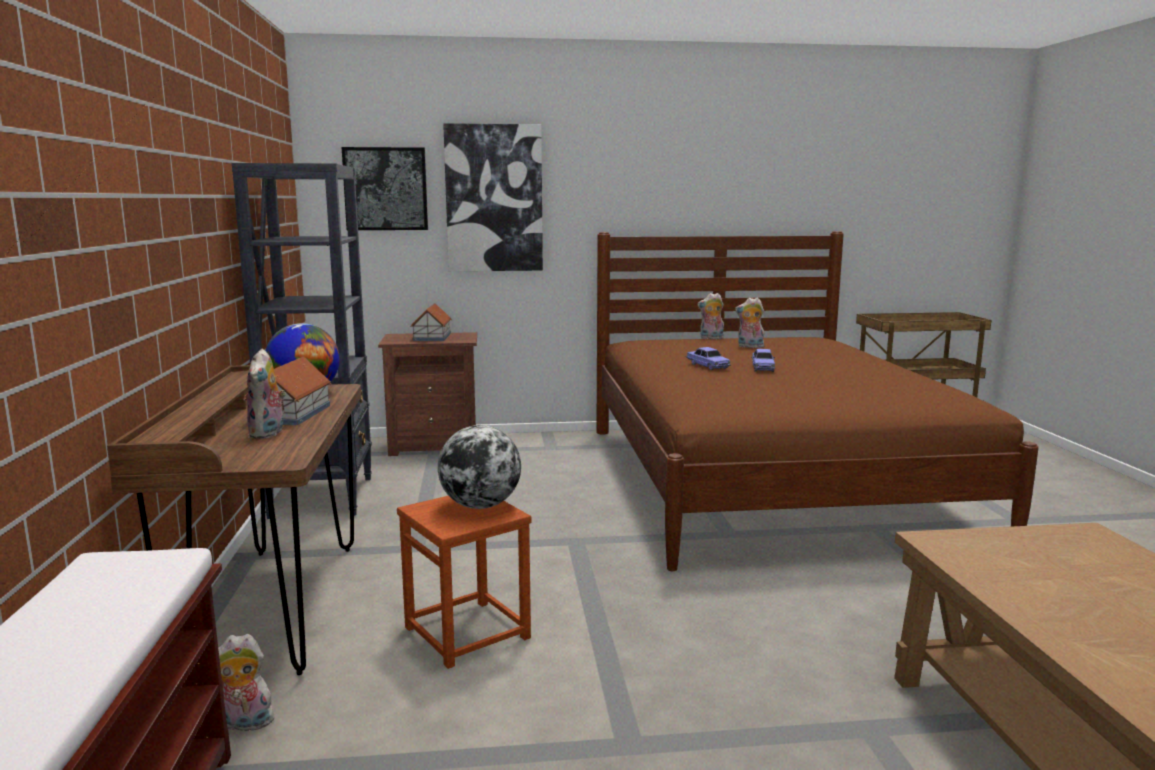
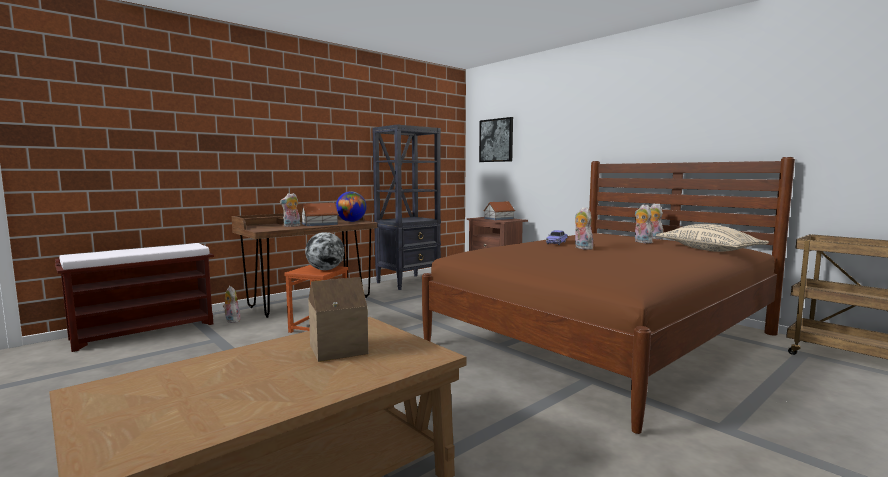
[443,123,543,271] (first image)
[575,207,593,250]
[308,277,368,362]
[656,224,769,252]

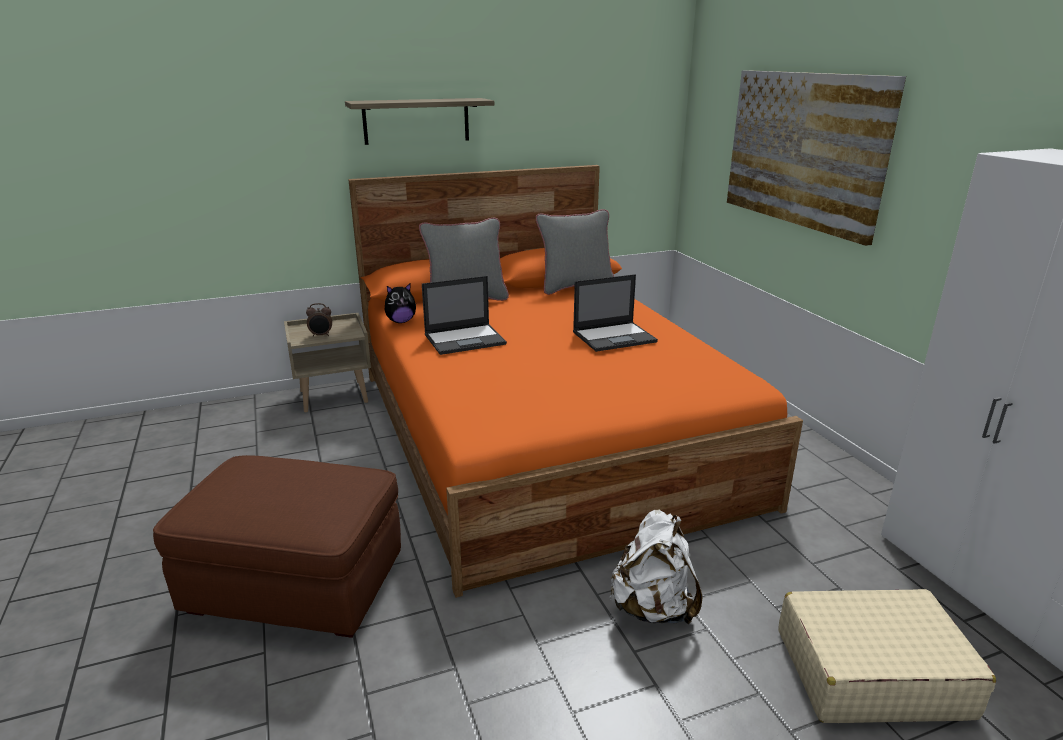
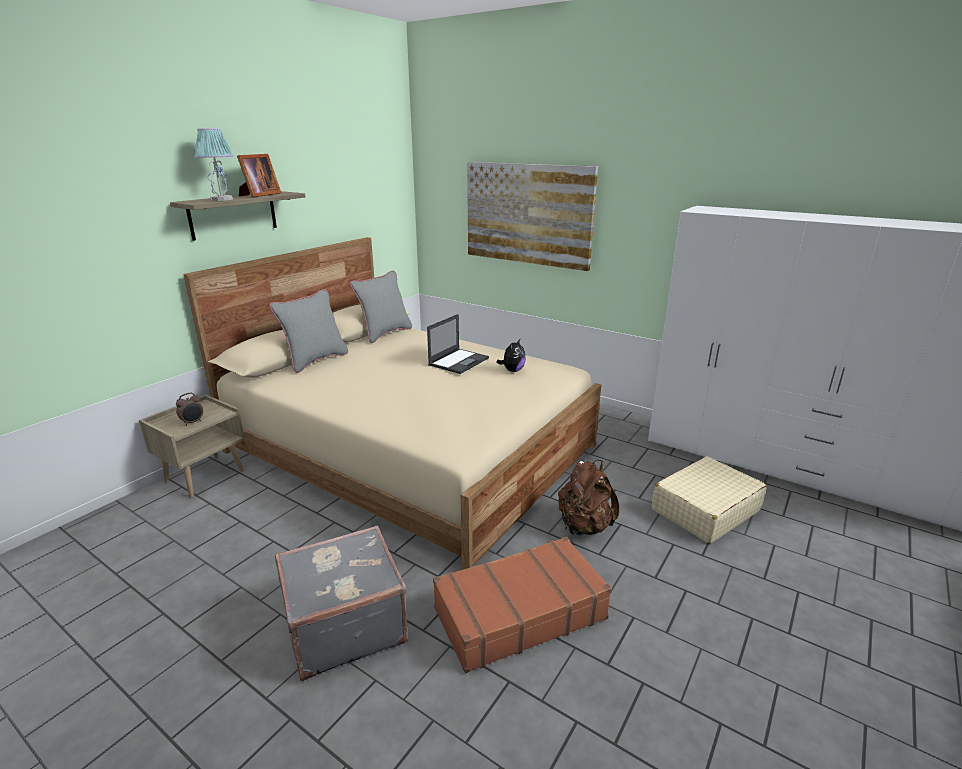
[275,525,408,681]
[183,237,601,570]
[497,339,526,372]
[422,276,507,355] (first image)
[558,460,619,535]
[194,128,233,201]
[237,154,281,197]
[433,537,612,673]

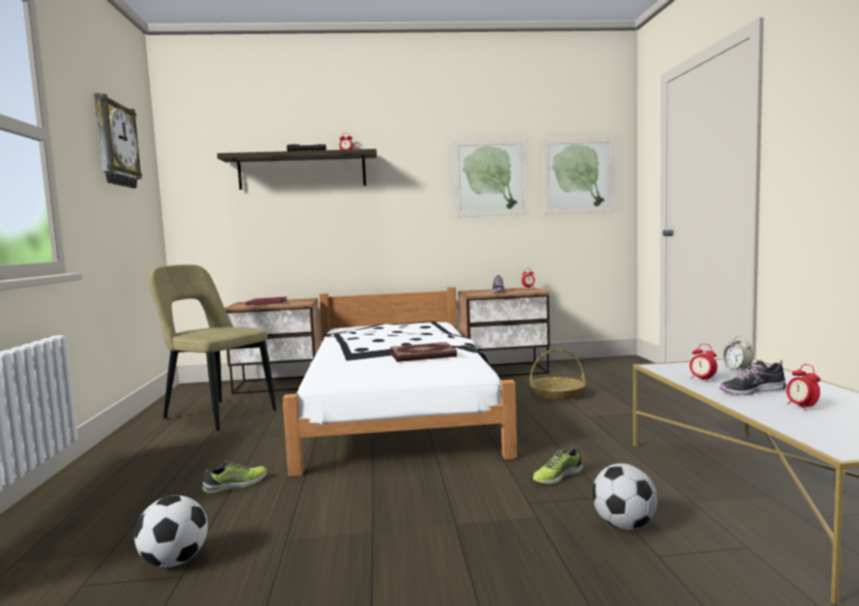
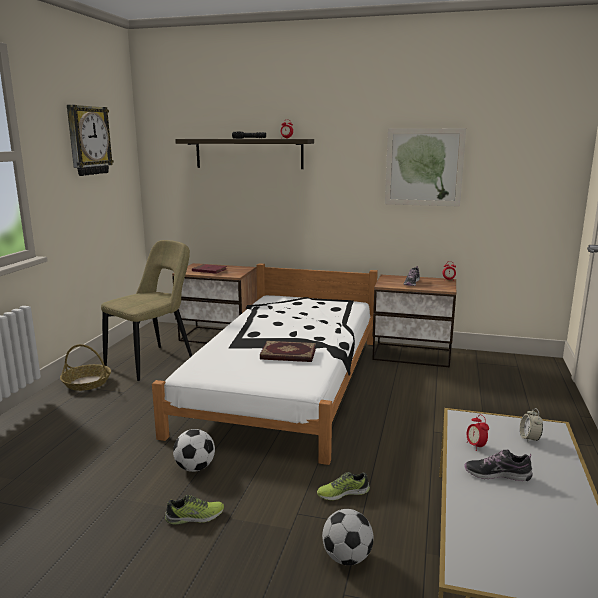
[173,429,215,472]
[101,240,192,381]
[165,495,224,525]
[60,344,111,391]
[542,137,616,215] (first image)
[786,364,820,411] (first image)

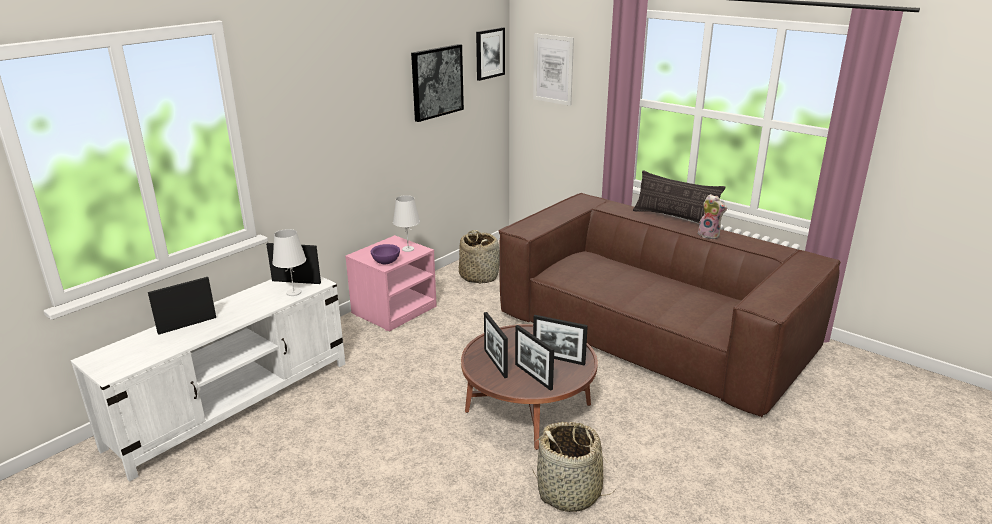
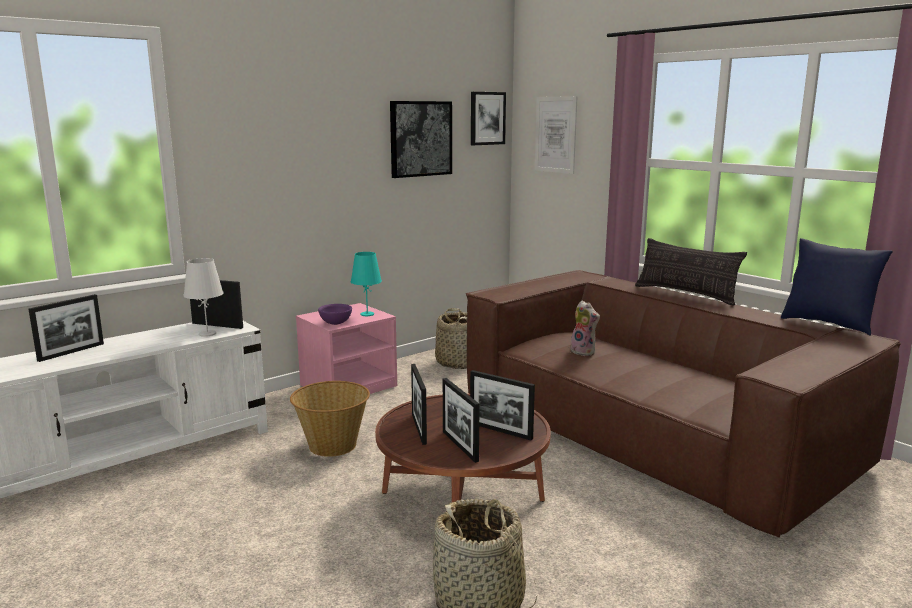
[29,294,104,362]
[351,252,382,316]
[570,301,600,356]
[290,381,370,457]
[781,238,893,335]

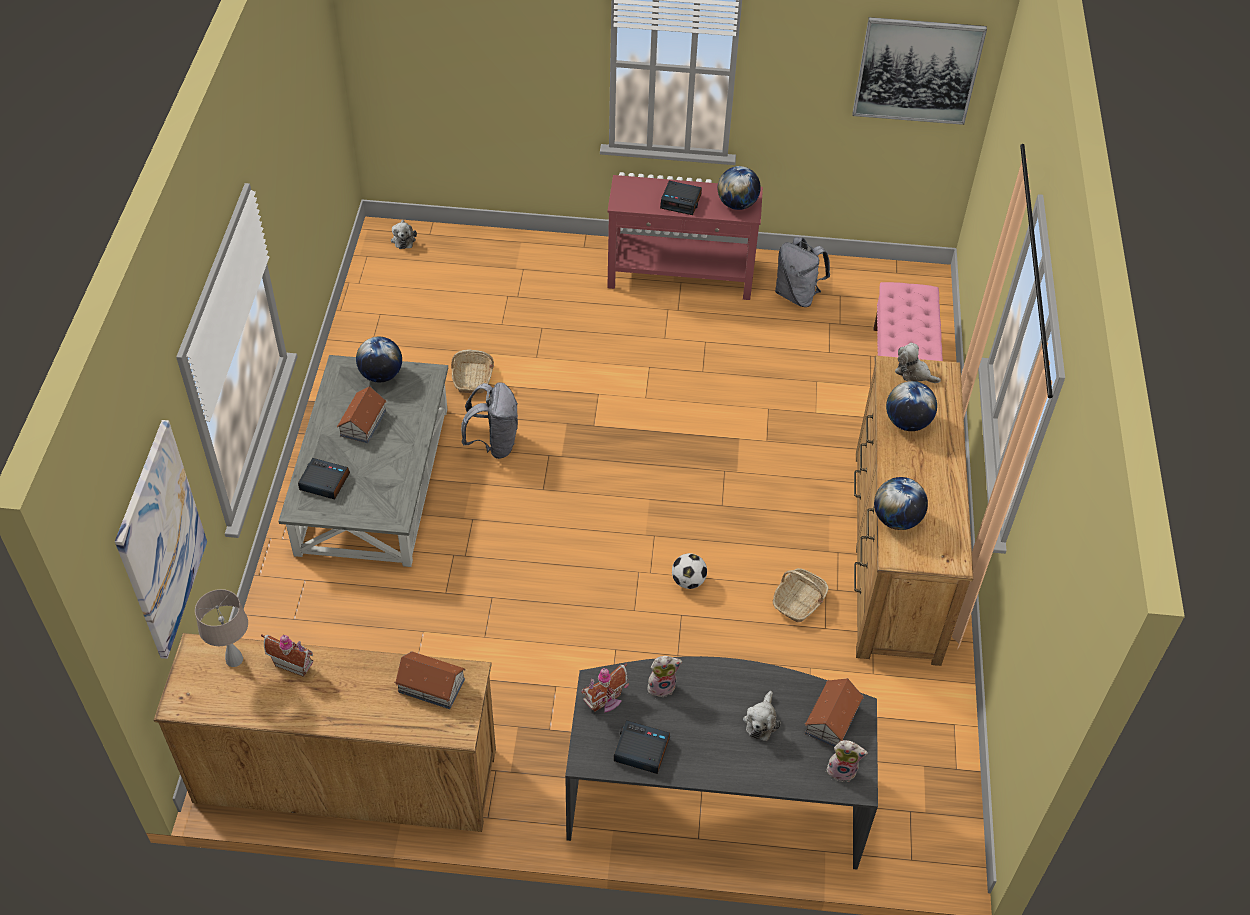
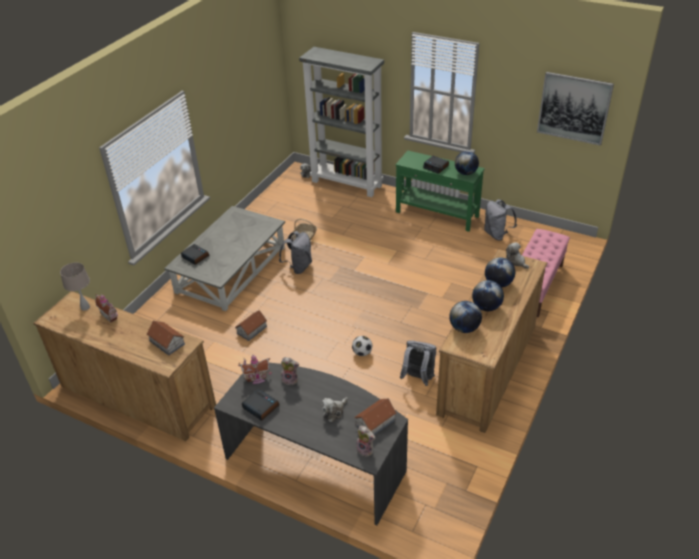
[115,420,207,659] (first image)
[235,310,267,341]
[472,280,504,311]
[395,151,485,232]
[400,340,437,386]
[299,47,384,197]

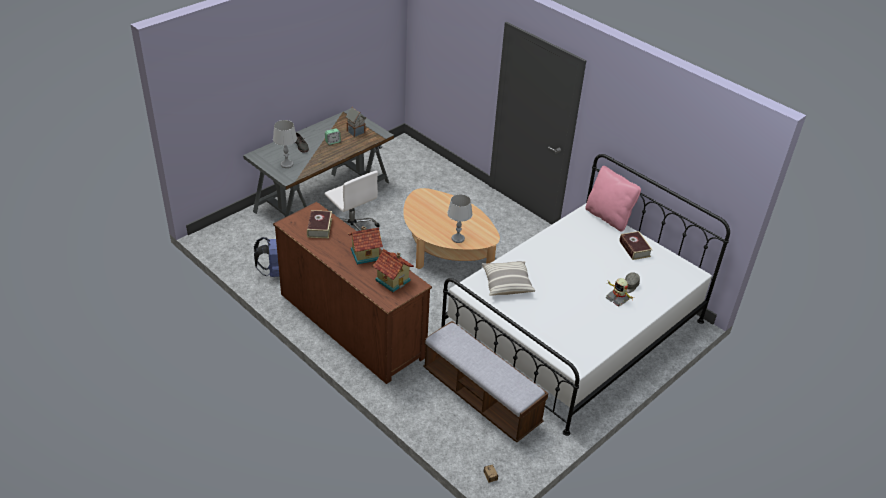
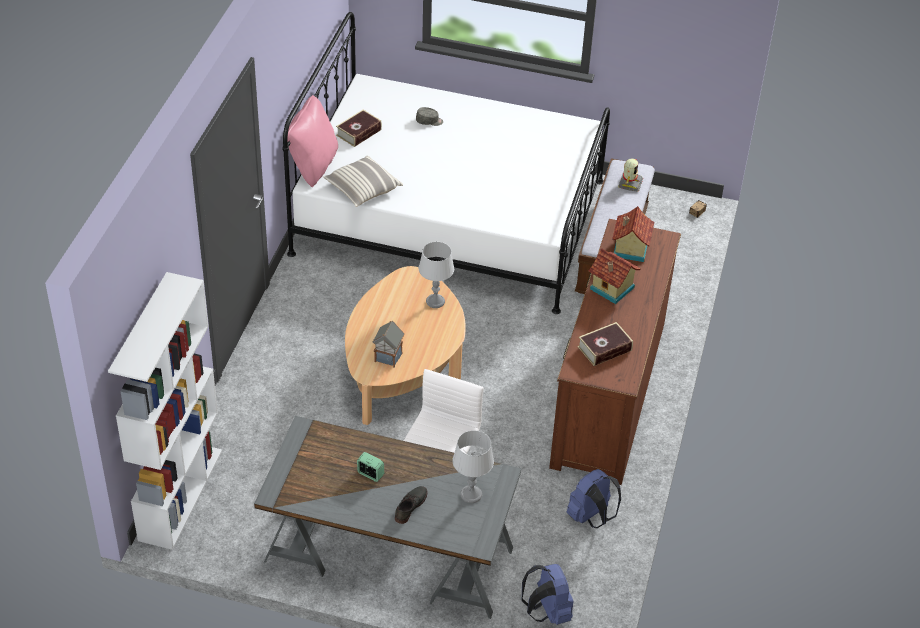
[373,321,404,368]
[323,155,403,207]
[618,159,643,191]
[108,272,222,550]
[522,564,573,625]

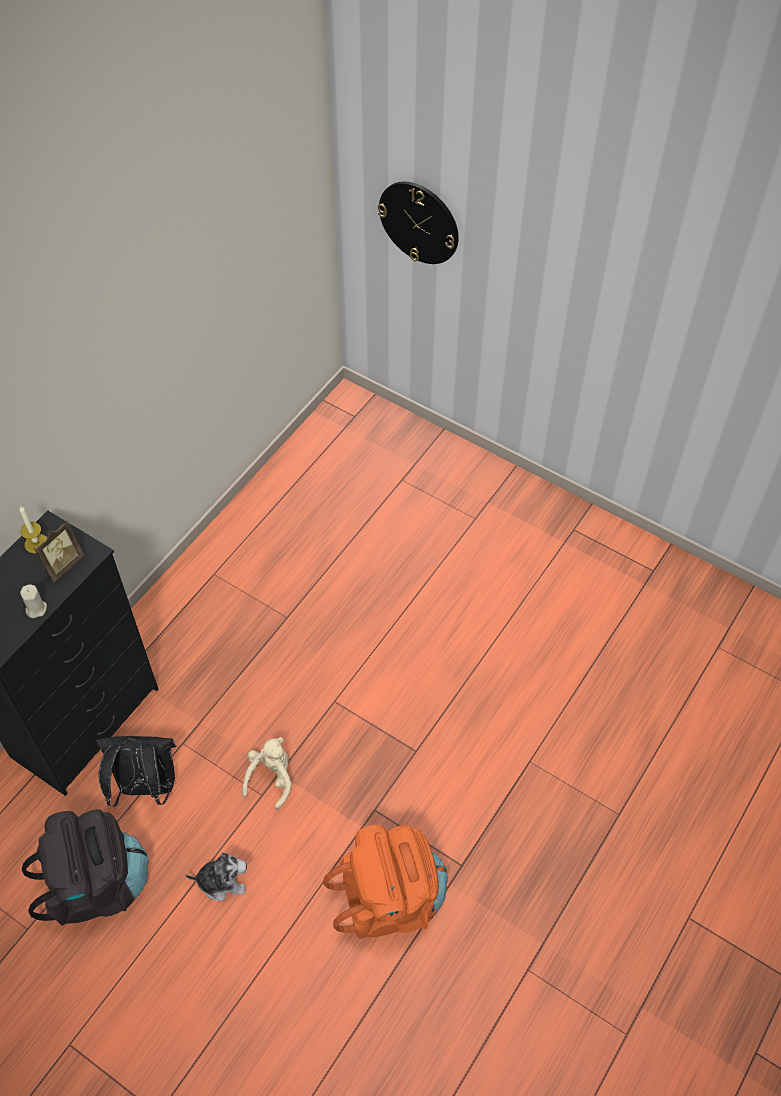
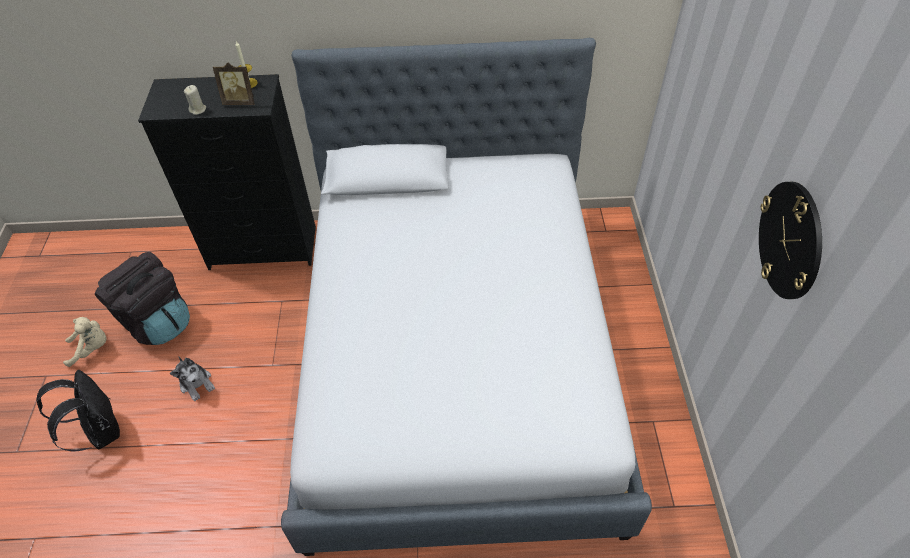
[36,370,120,451]
[63,317,106,367]
[323,825,448,939] (first image)
[759,182,822,299]
[281,38,652,556]

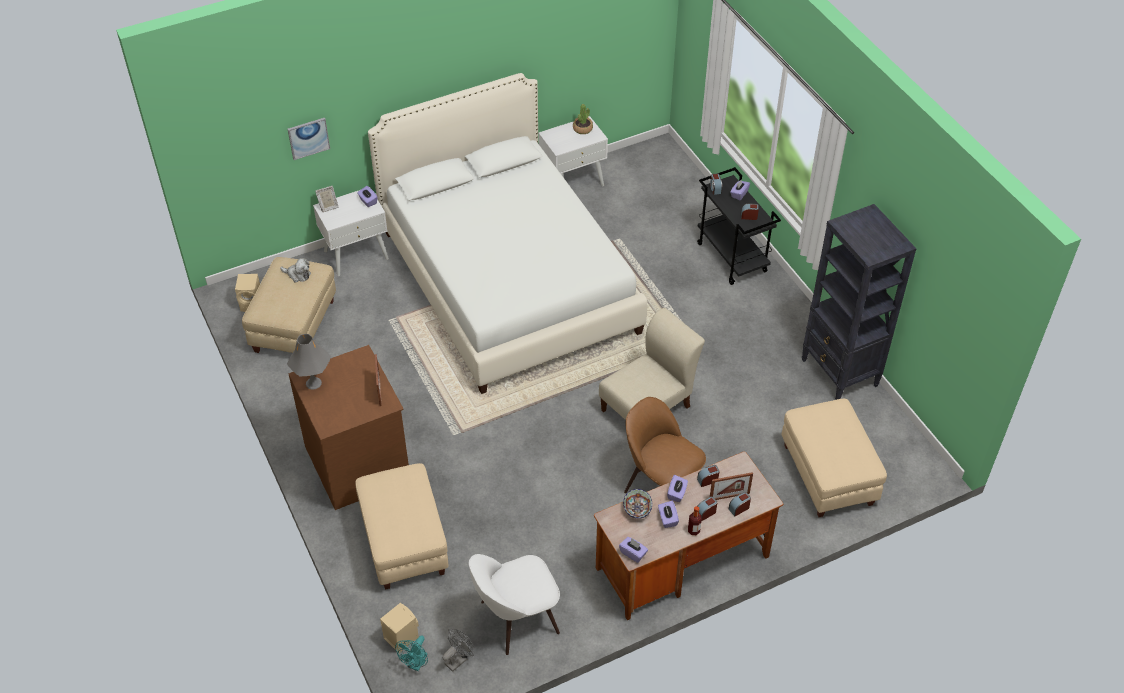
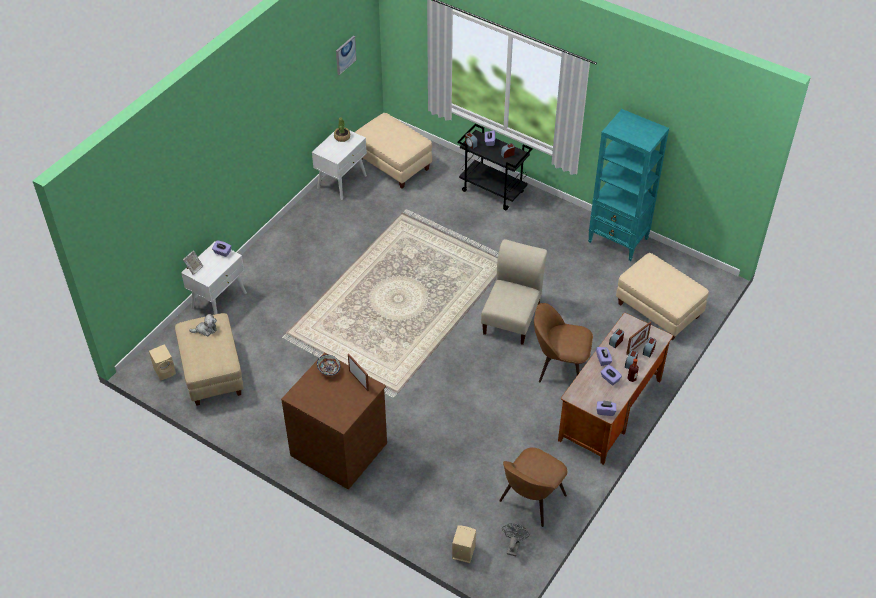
[287,334,331,389] (first image)
[336,36,357,75]
[355,113,432,189]
[368,73,647,394] (first image)
[395,635,428,671] (first image)
[499,447,567,527]
[317,355,340,376]
[588,109,669,261]

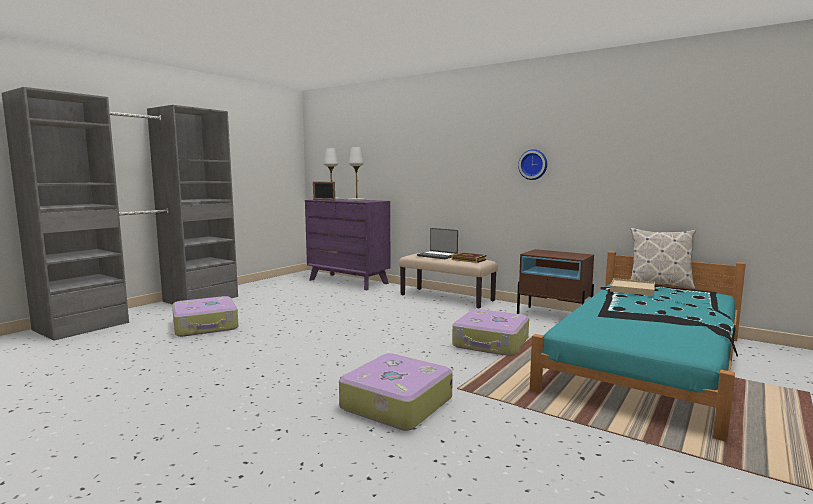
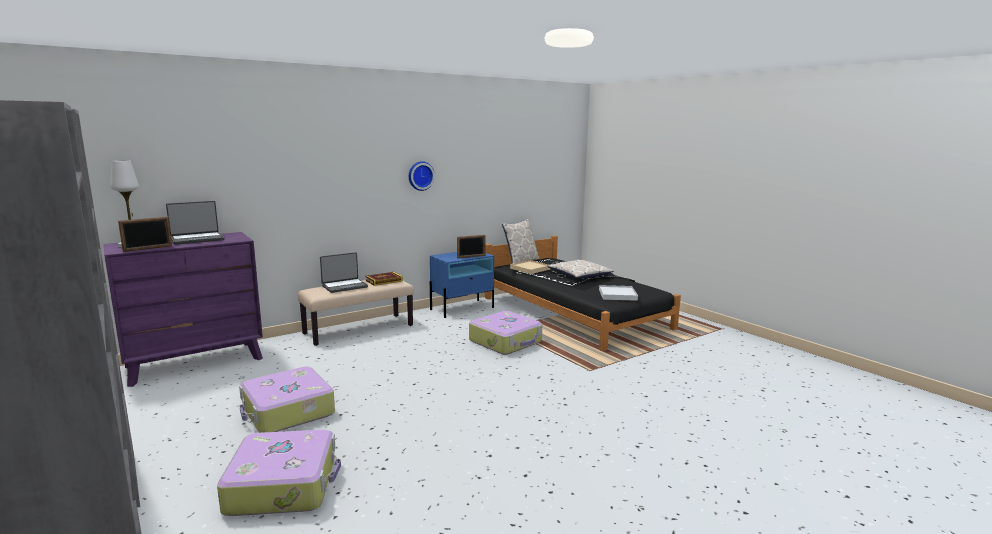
[239,366,335,433]
[166,201,225,245]
[430,252,494,318]
[485,235,681,351]
[457,235,486,259]
[547,260,614,278]
[599,285,638,301]

